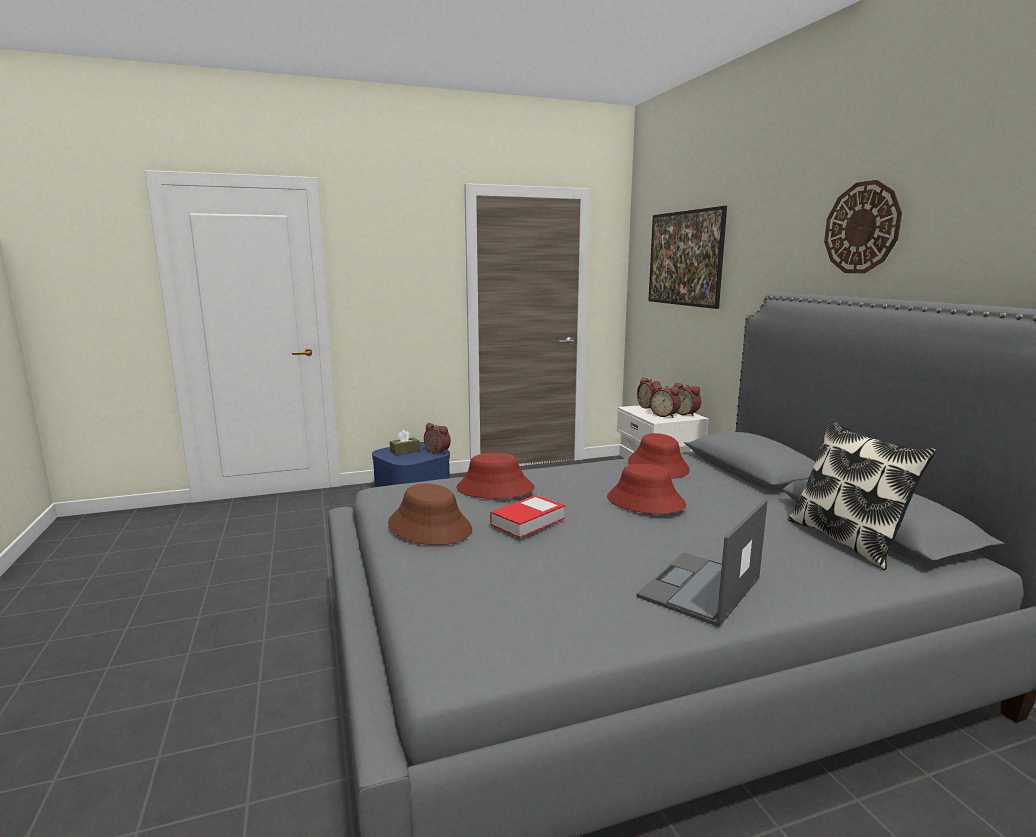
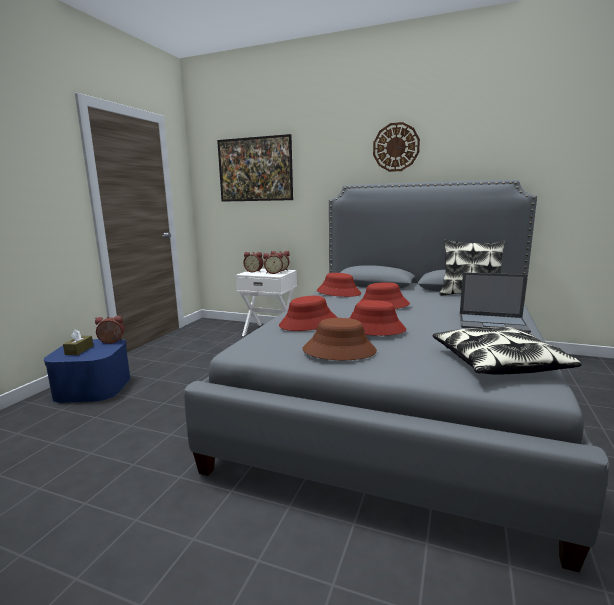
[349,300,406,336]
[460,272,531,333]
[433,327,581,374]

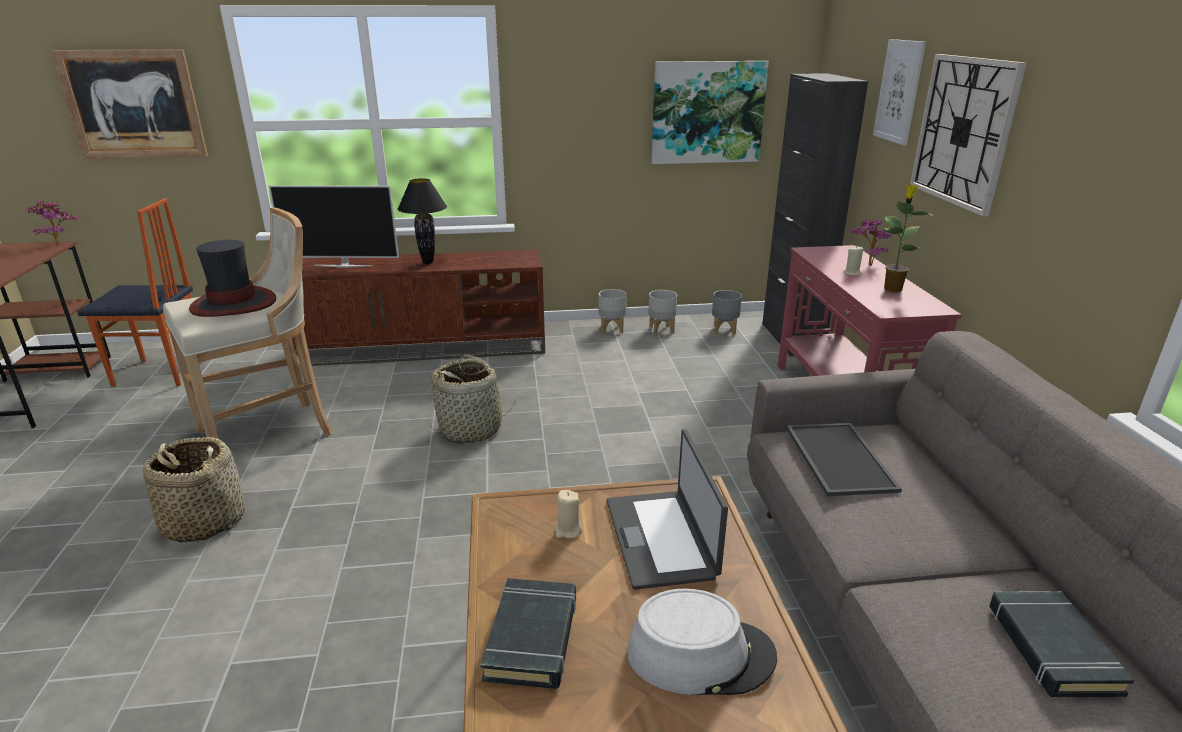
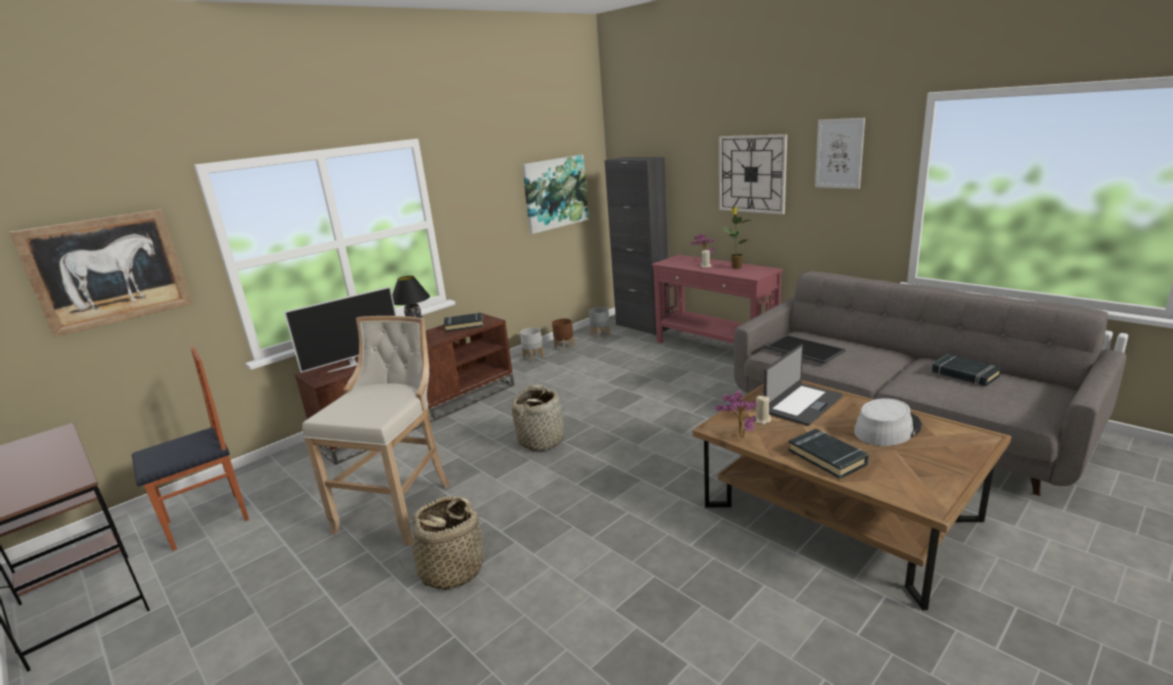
[716,391,757,437]
[189,240,276,317] (first image)
[764,344,843,426]
[552,318,575,351]
[815,118,865,189]
[444,313,484,332]

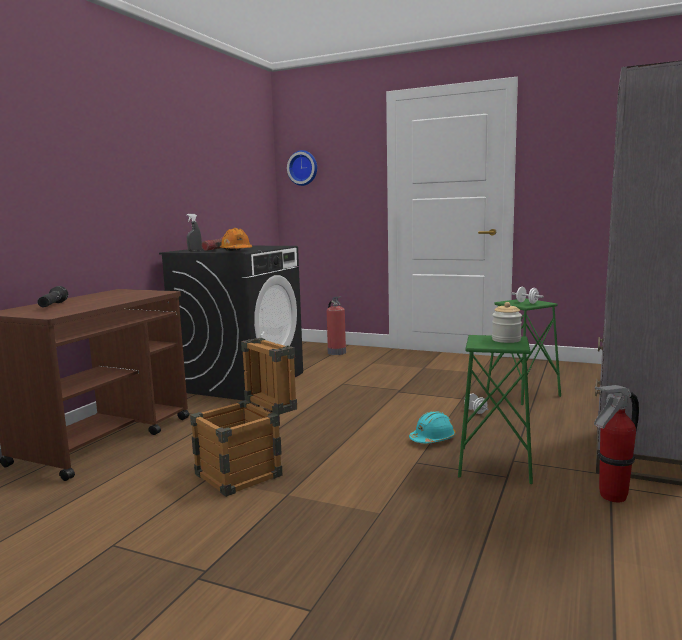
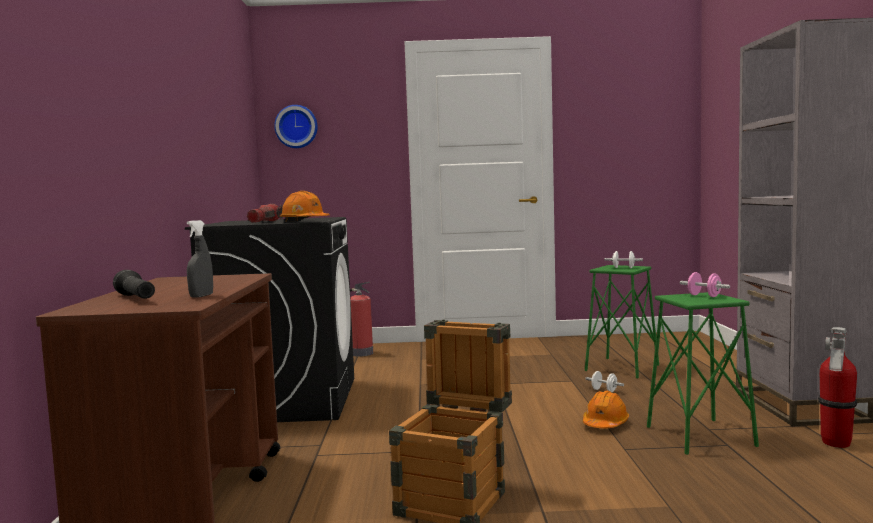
[187,220,213,298]
[583,391,629,428]
[680,272,730,297]

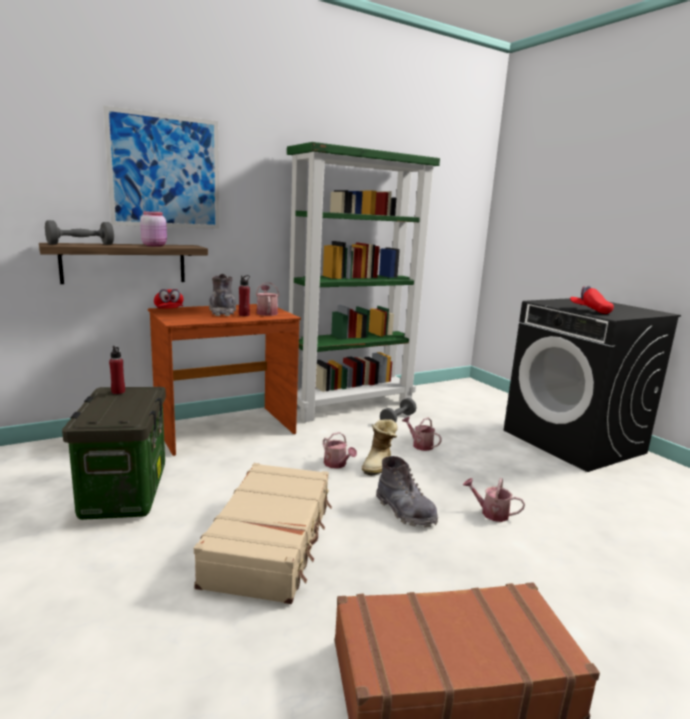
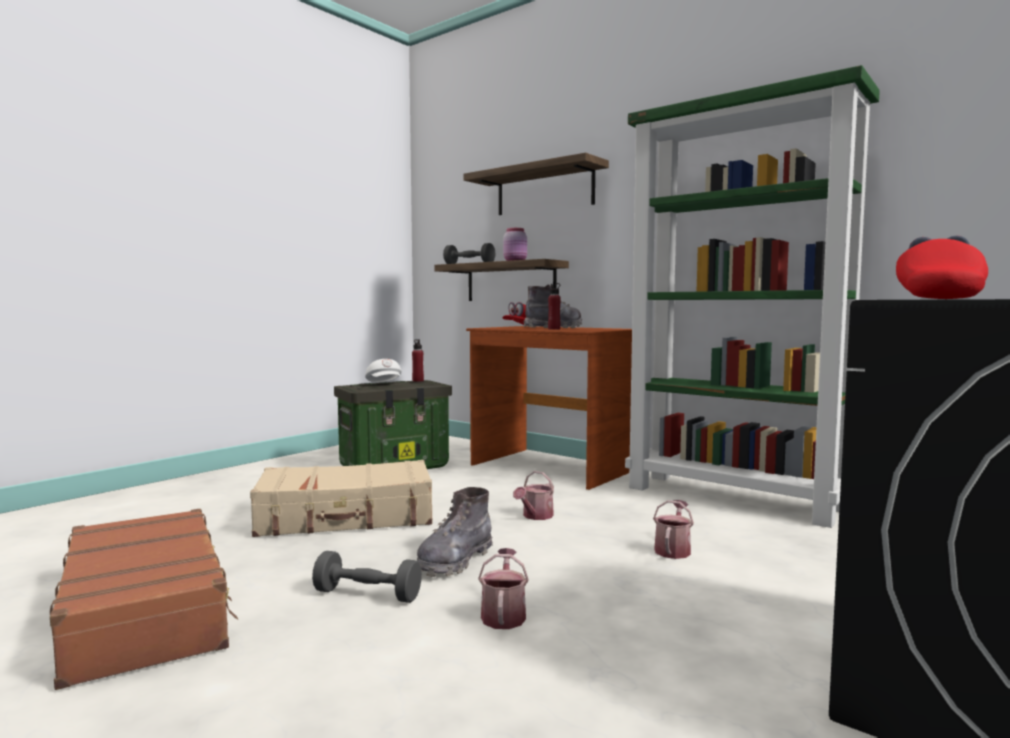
[463,153,609,215]
[256,283,279,316] (first image)
[362,419,398,476] (first image)
[312,551,422,603]
[365,359,402,382]

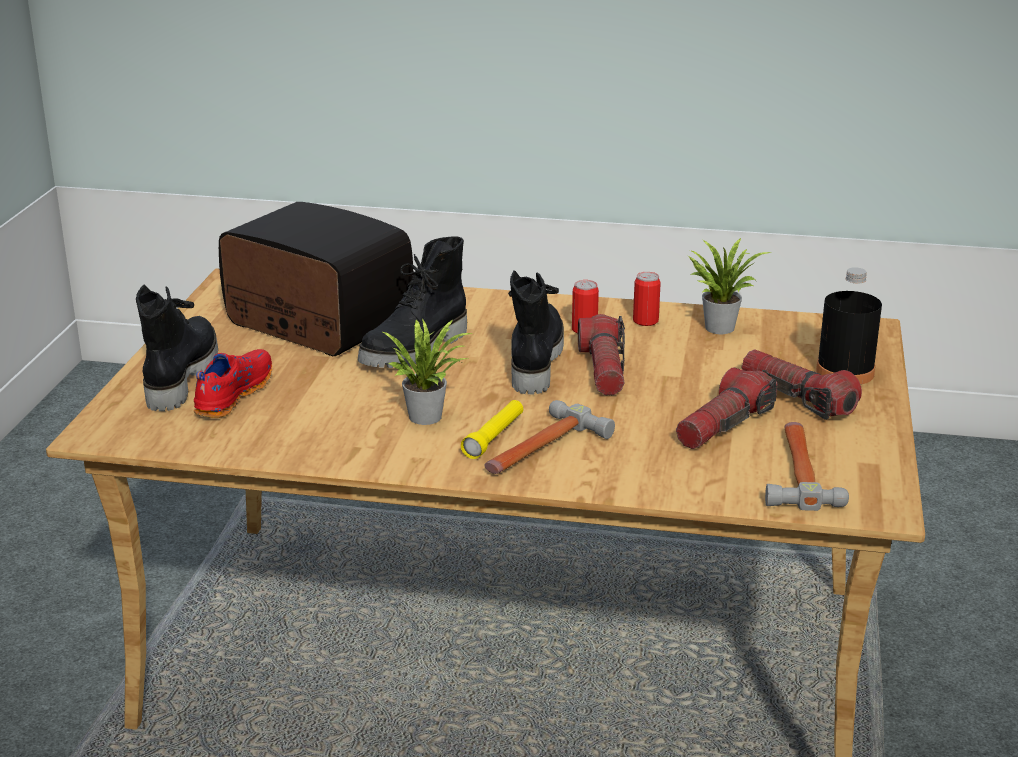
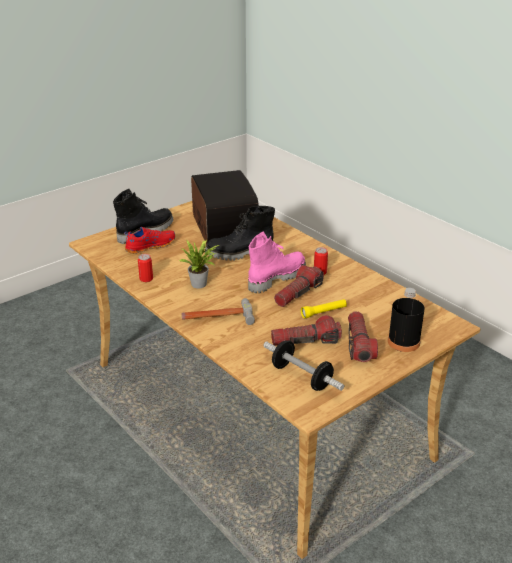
[301,299,347,319]
[248,231,306,293]
[138,254,153,282]
[689,238,771,334] (first image)
[263,340,344,391]

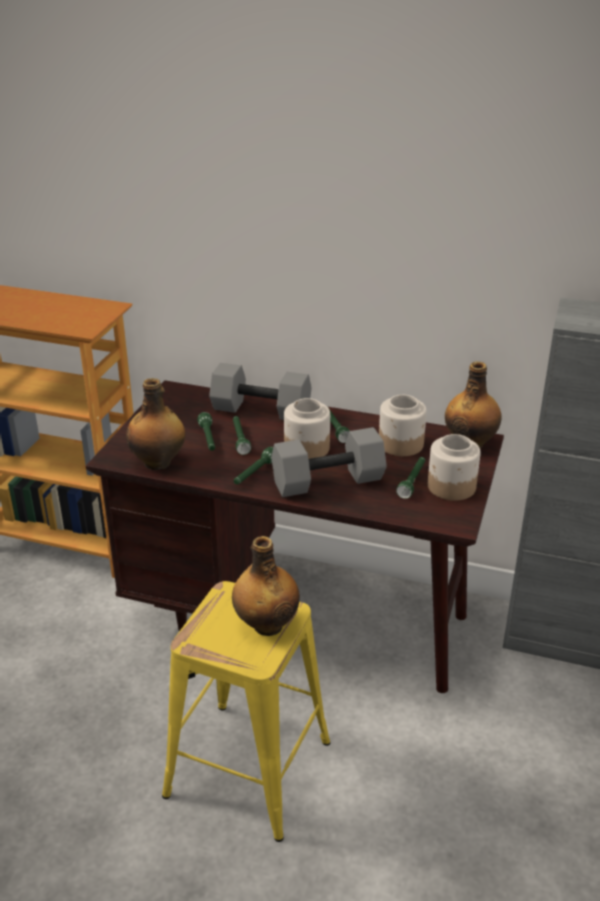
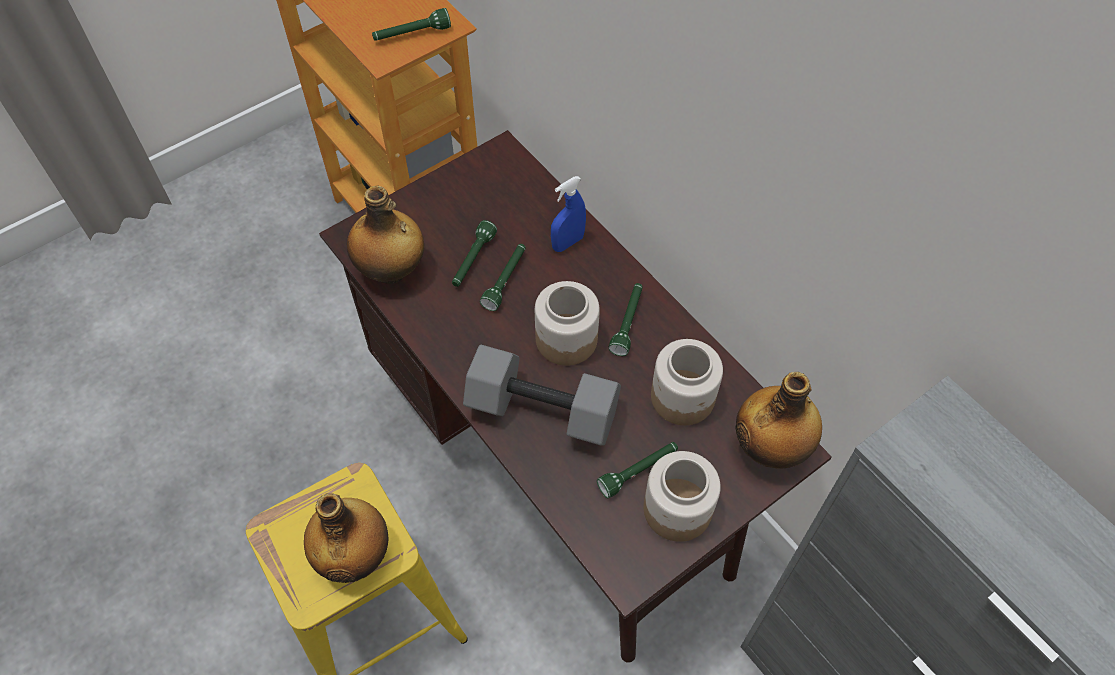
[551,176,586,252]
[372,8,451,41]

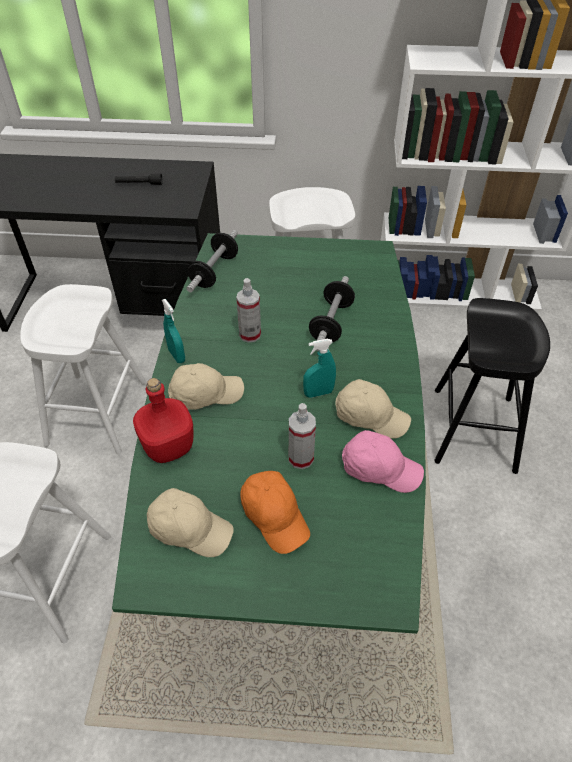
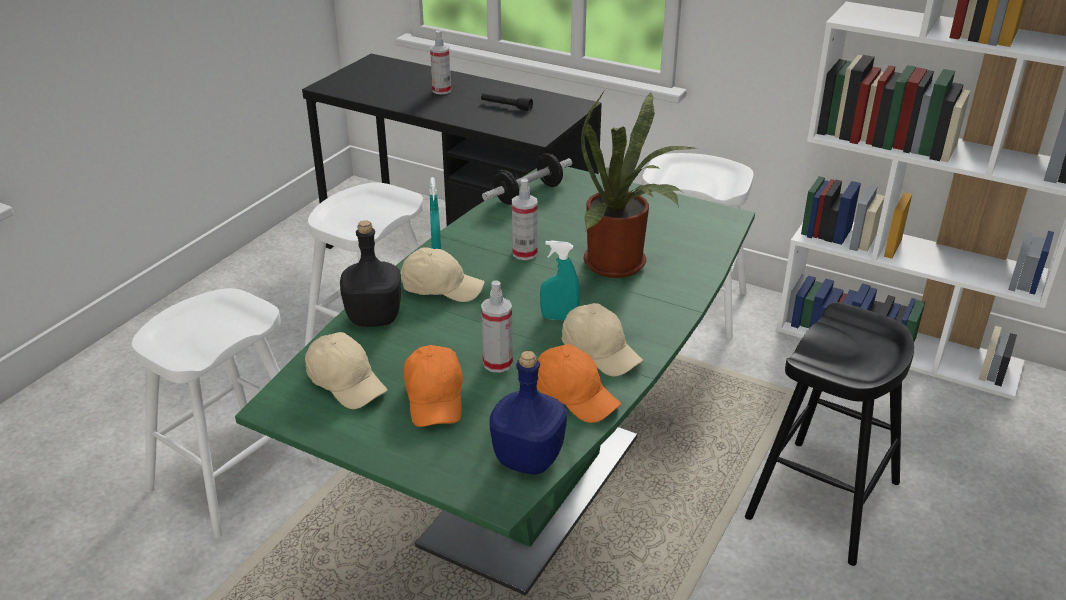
[340,220,401,327]
[581,91,698,278]
[537,344,621,423]
[430,30,451,95]
[489,351,567,474]

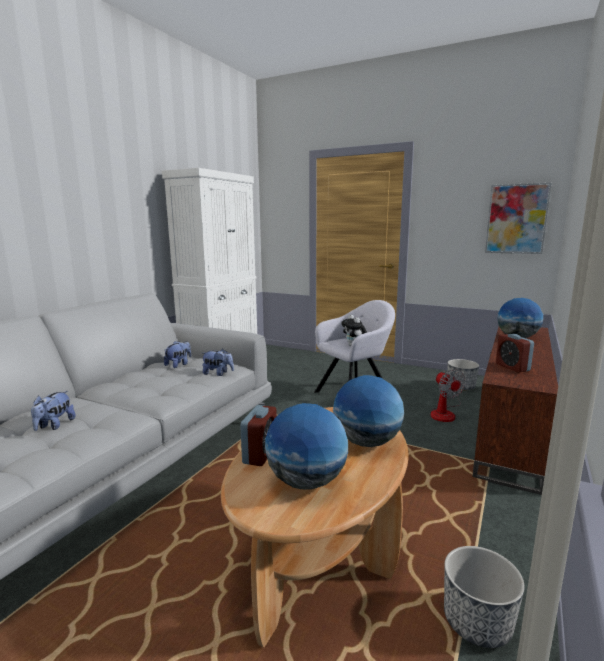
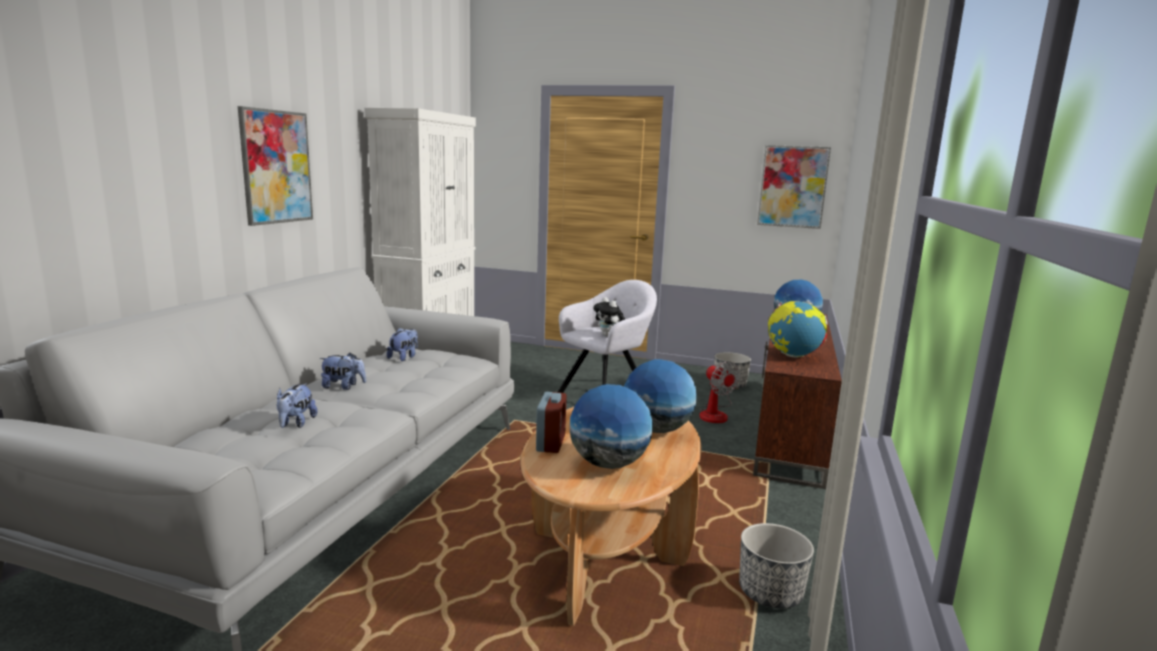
[319,352,366,390]
[768,301,828,358]
[238,106,313,226]

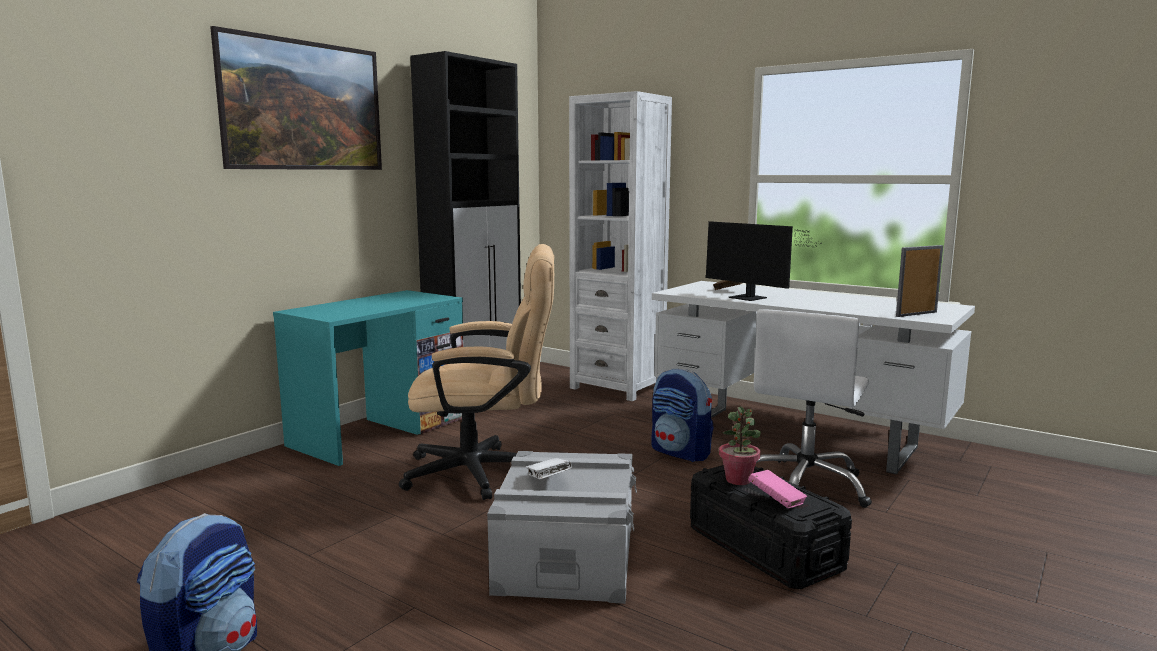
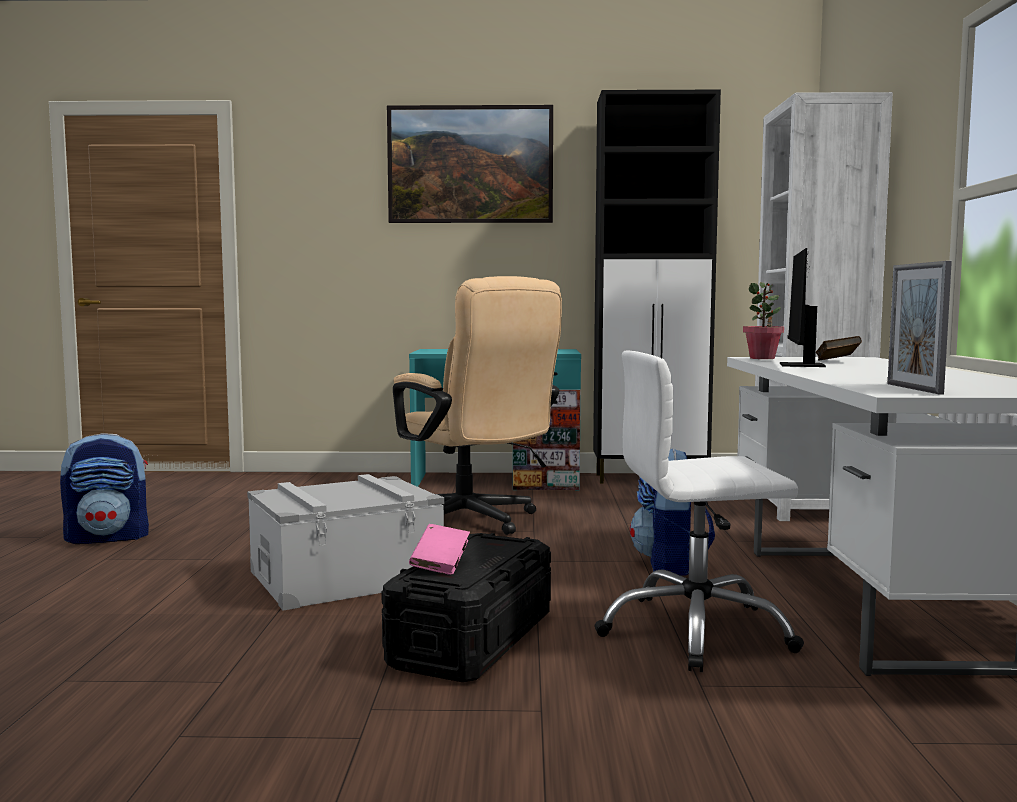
[526,458,572,479] (first image)
[743,282,784,359]
[888,261,952,394]

